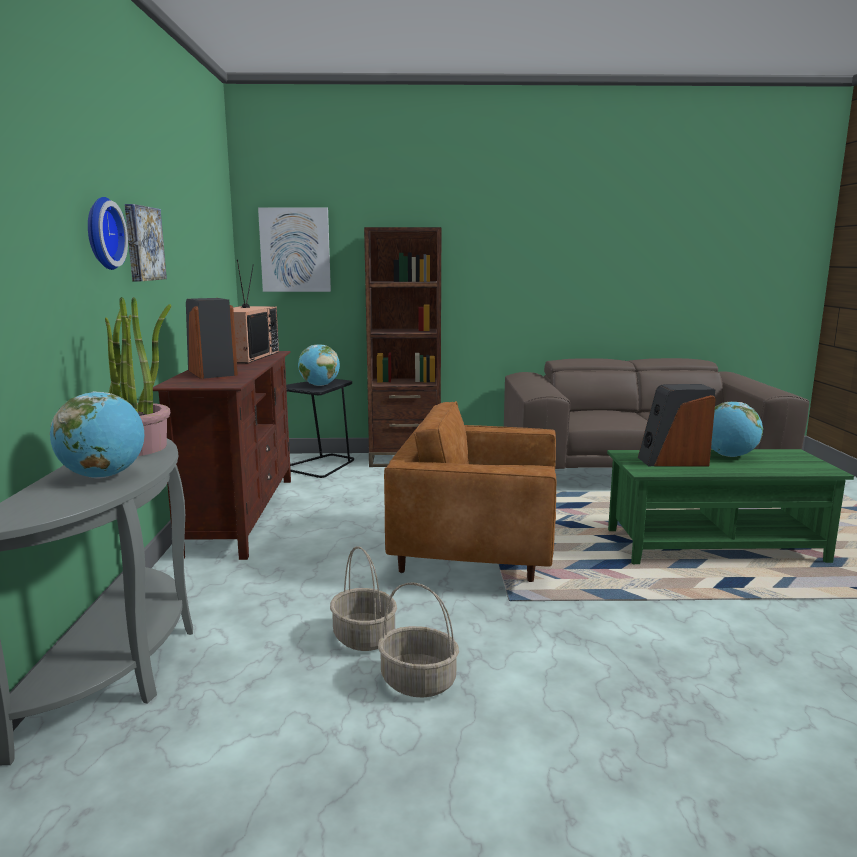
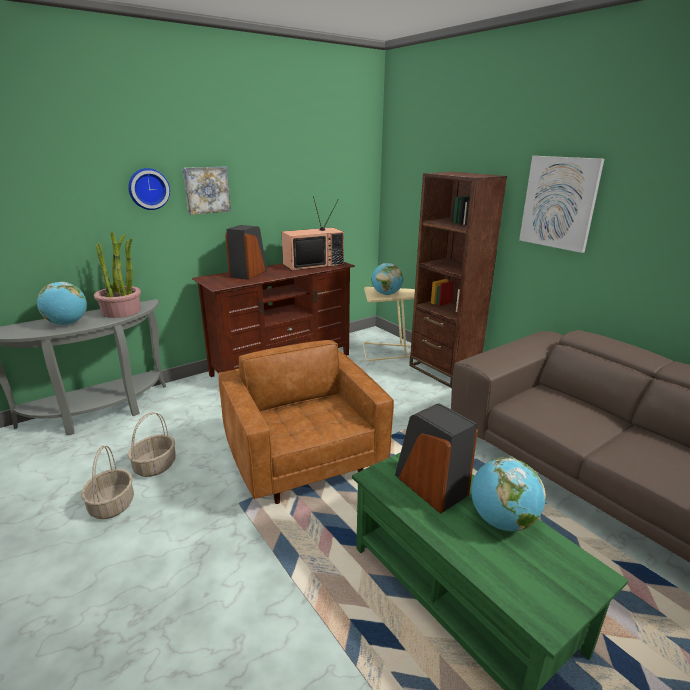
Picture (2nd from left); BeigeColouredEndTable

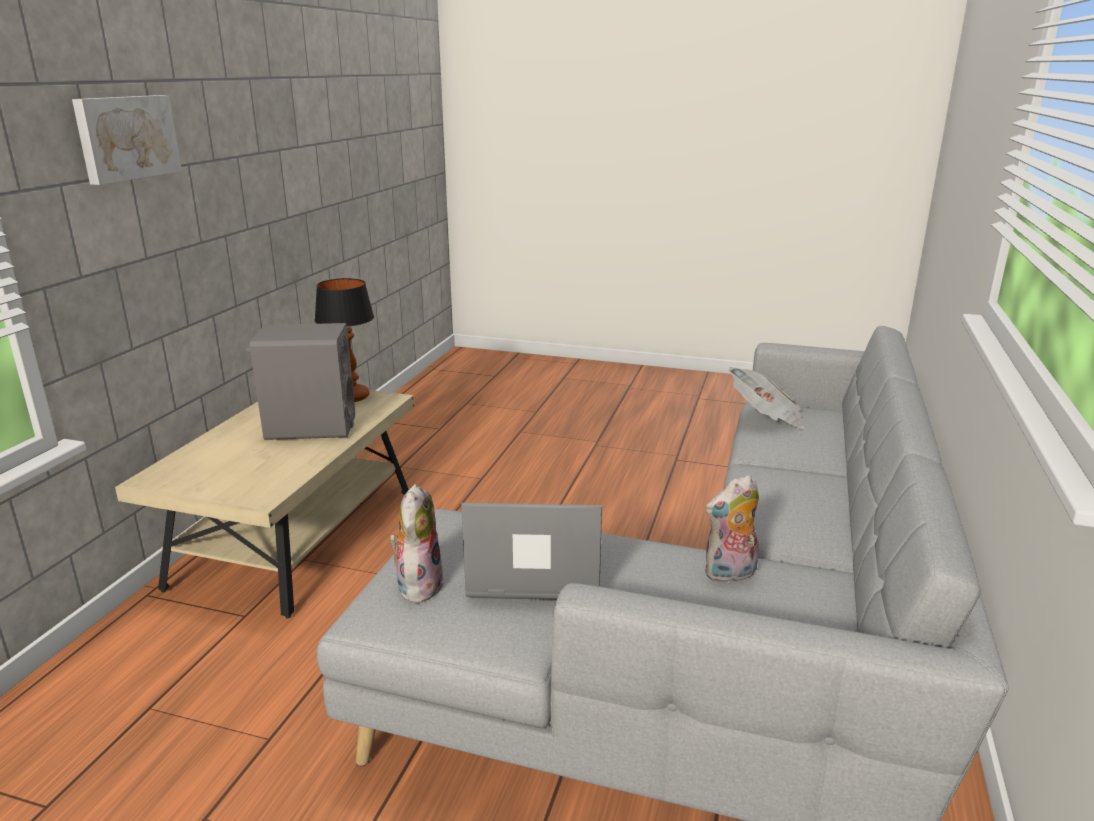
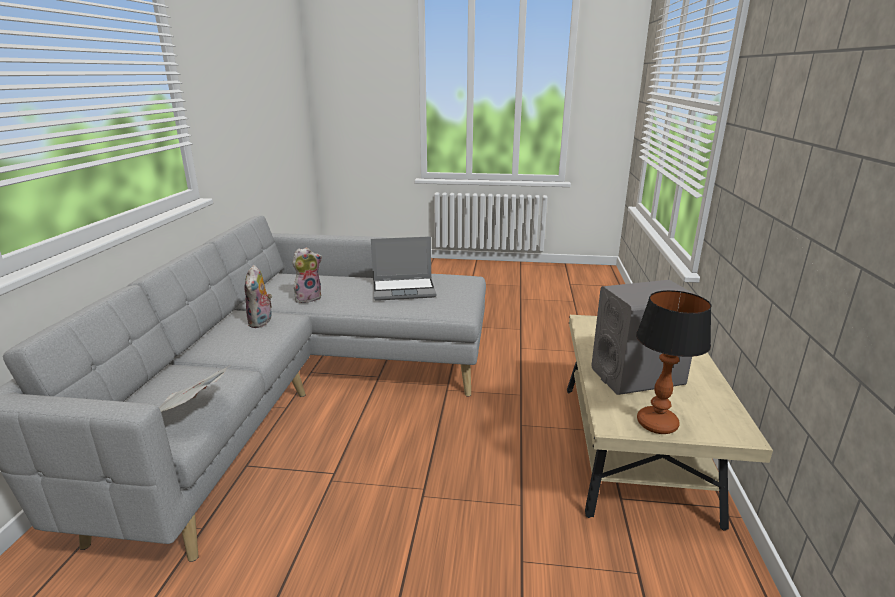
Picture; CuddlyToy (1st from left)

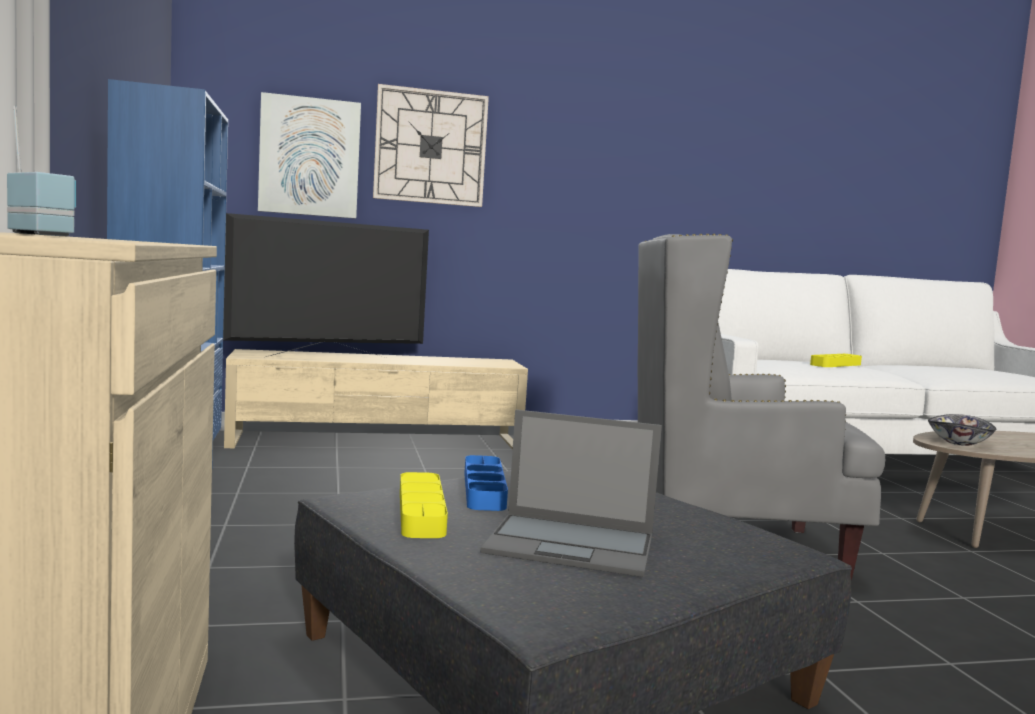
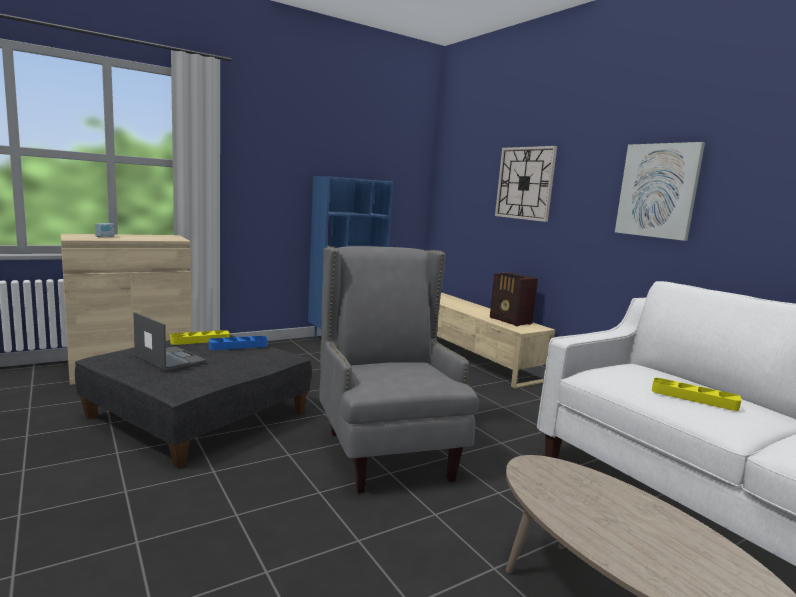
Television; Bowl; Radio (2nd from left); Picture; Laptop

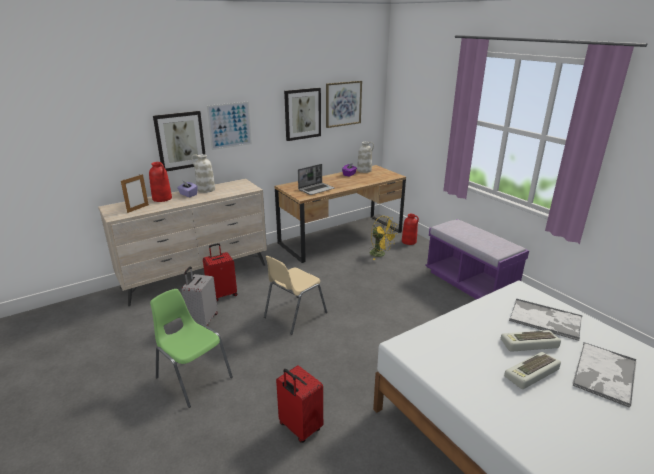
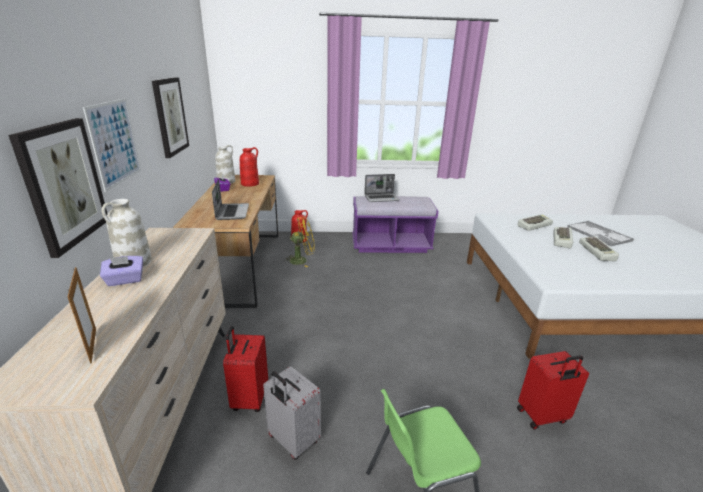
BeigeColouredPlainChair; Picture (4th from left in the first image); Laptop (2nd from left); RedColouredDecorativeVase (1st from left); PcKeyboard (1st from left)

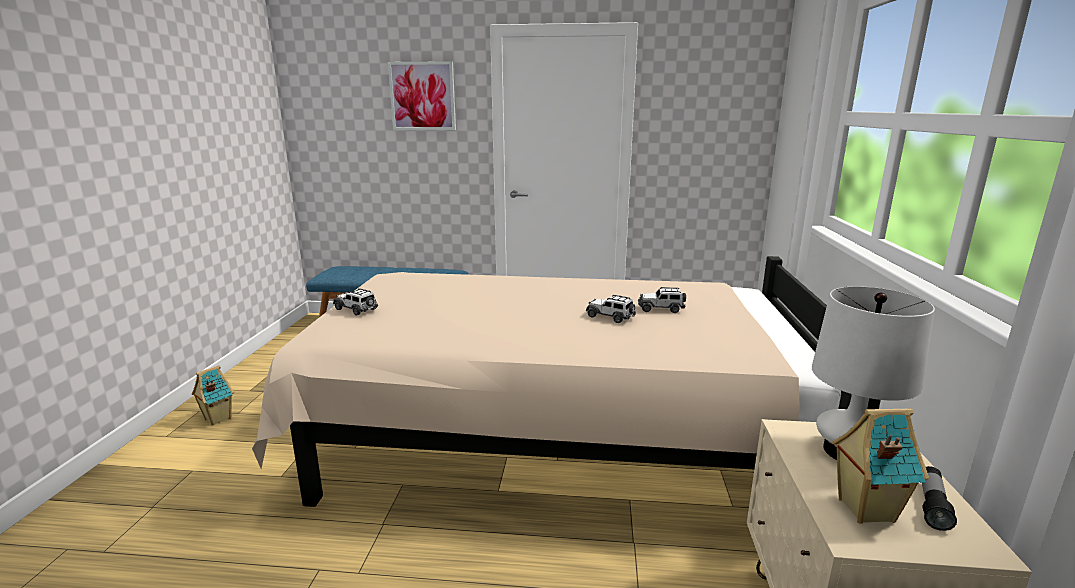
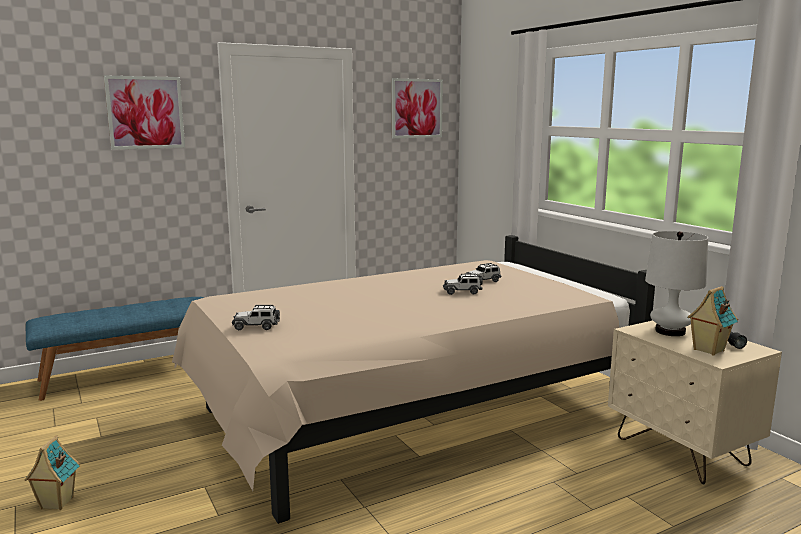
Picture (2nd from left)

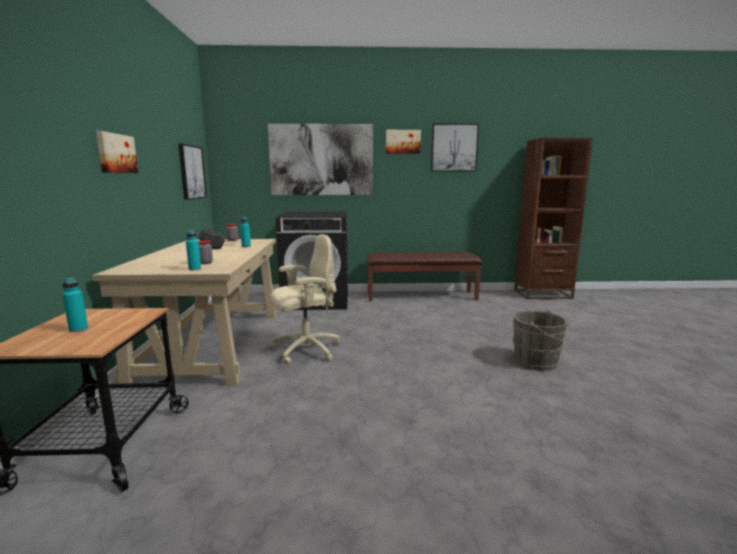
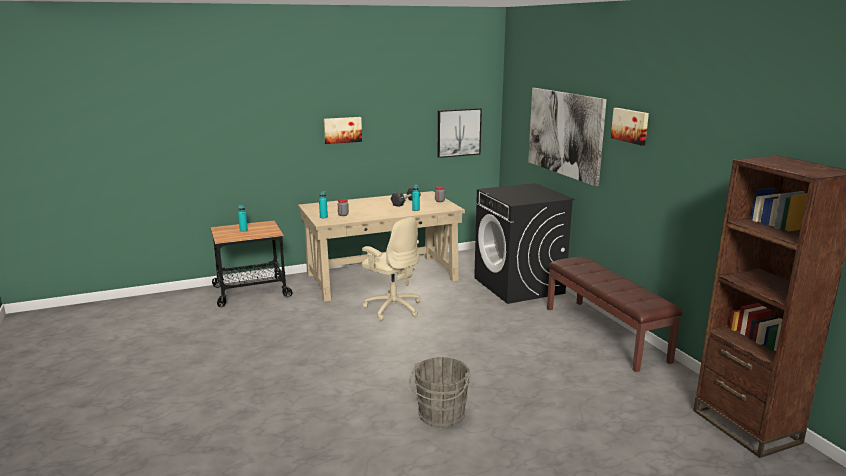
Picture (5th from left in the first image)

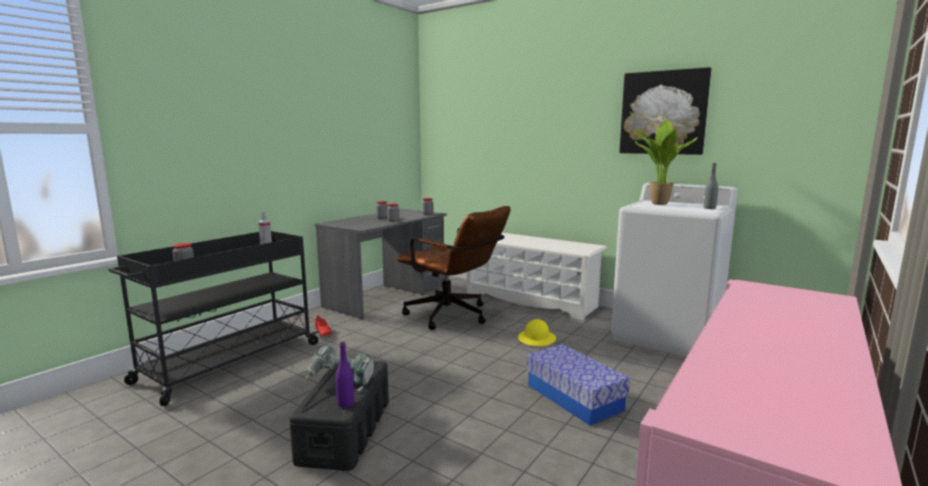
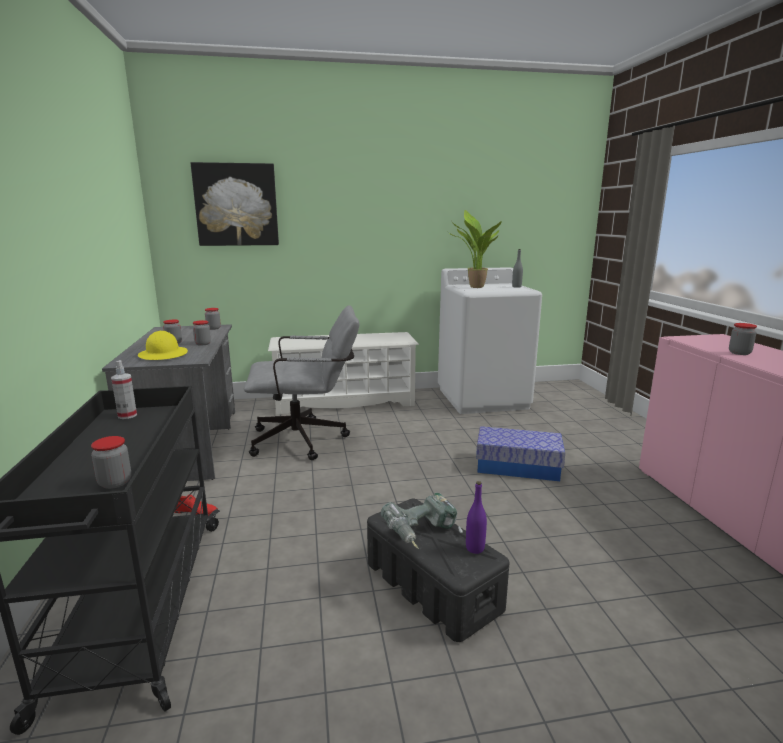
StorageJar (5th from left); YellowishSafetyHelmet; Picture; GrayDeskChair

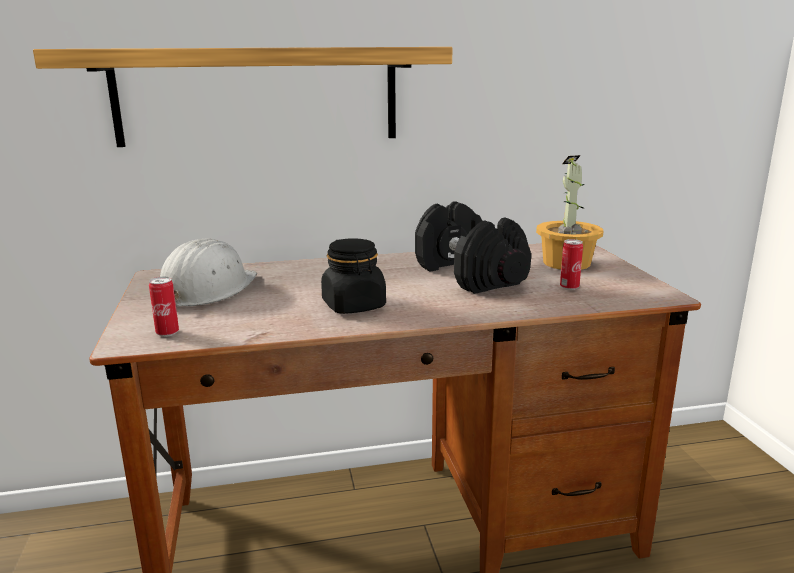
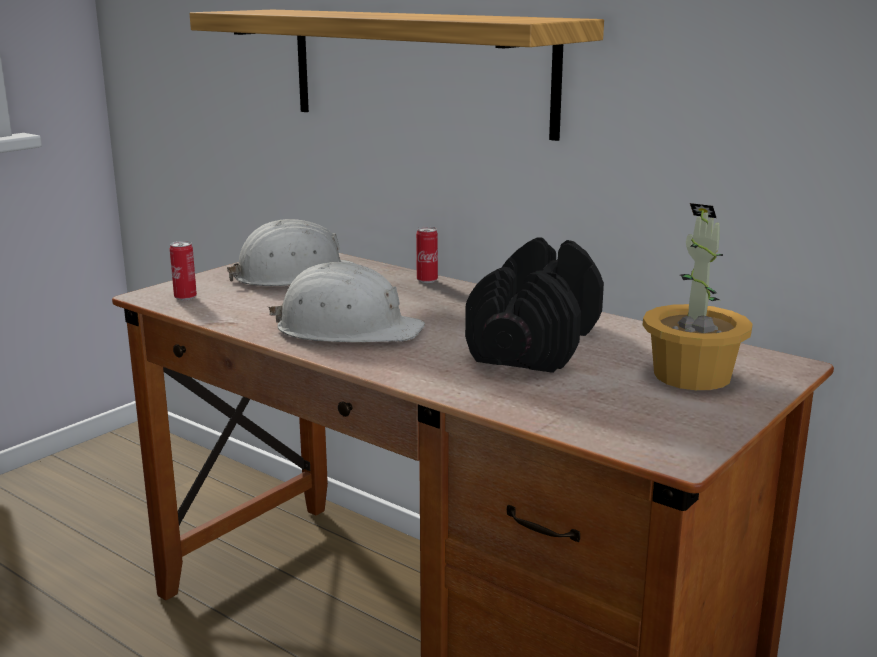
MetalCan (2nd from left); WhiteSafetyHelmet (2nd from left)

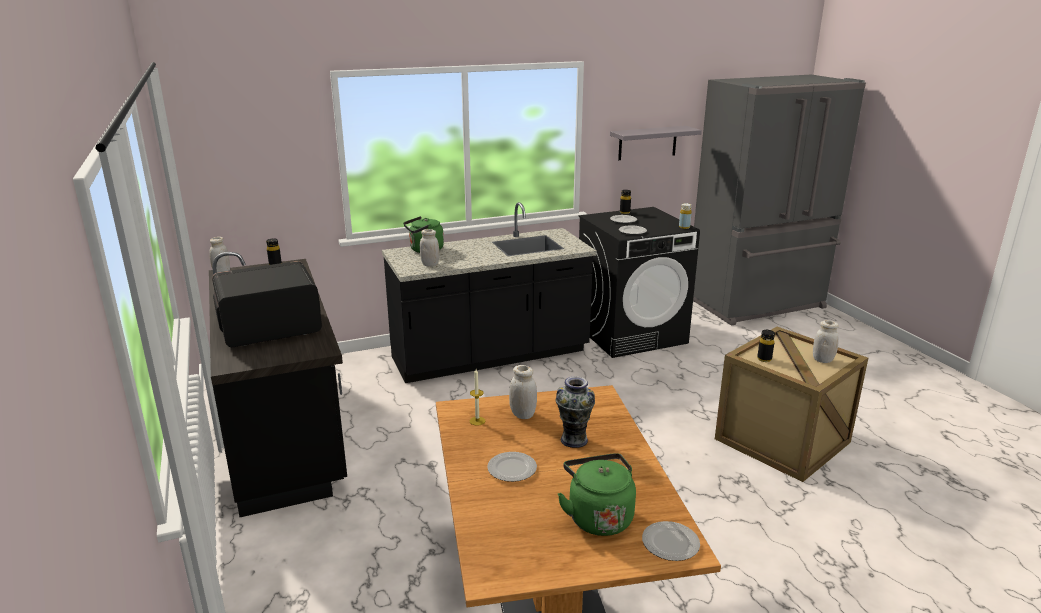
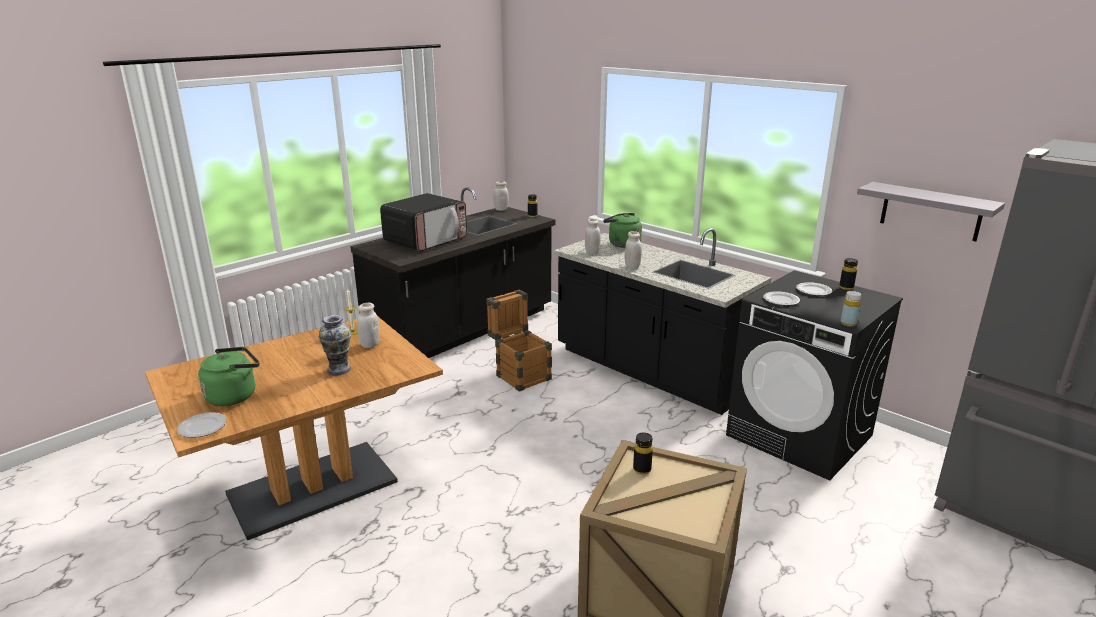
FlatDish (1st from left in the first image); PackingCrate (1st from left); WhiteStorageJar (4th from left); KitchenMicrowave

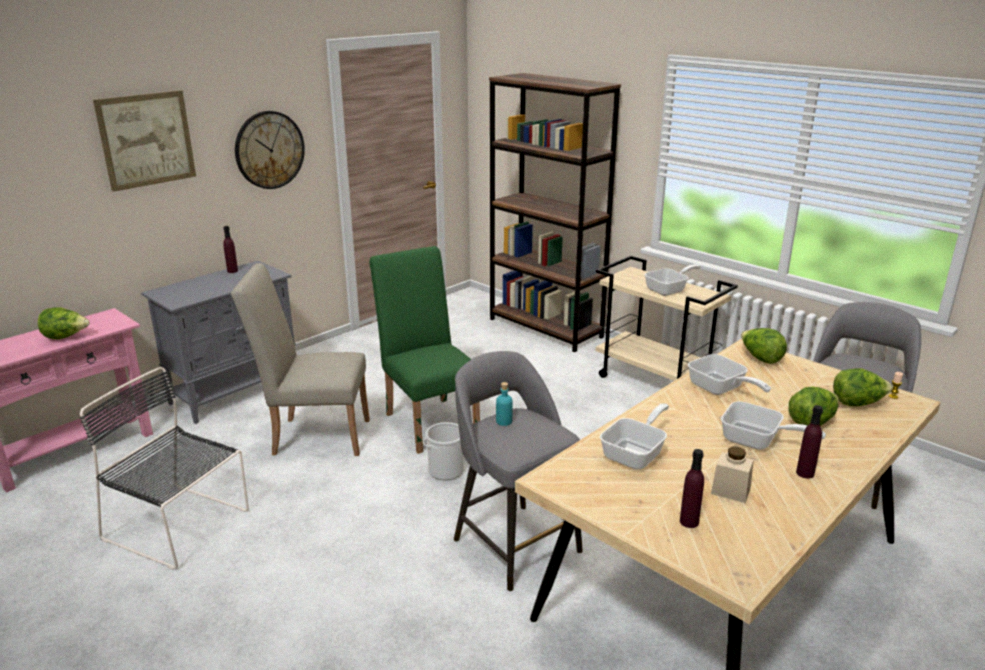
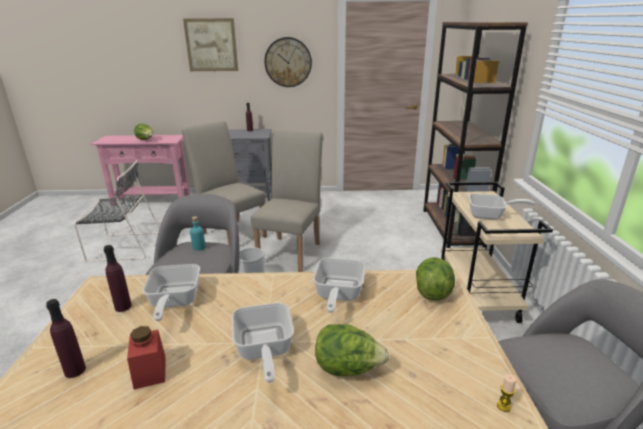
HeadOfLettuce (4th from left in the first image); PurpleColouredDrinkBottle (2nd from left); BeigeColouredPlainChair (2nd from left); RedColouredStorageJar; BlackColouredPlainChair; Skillet (1st from left)

